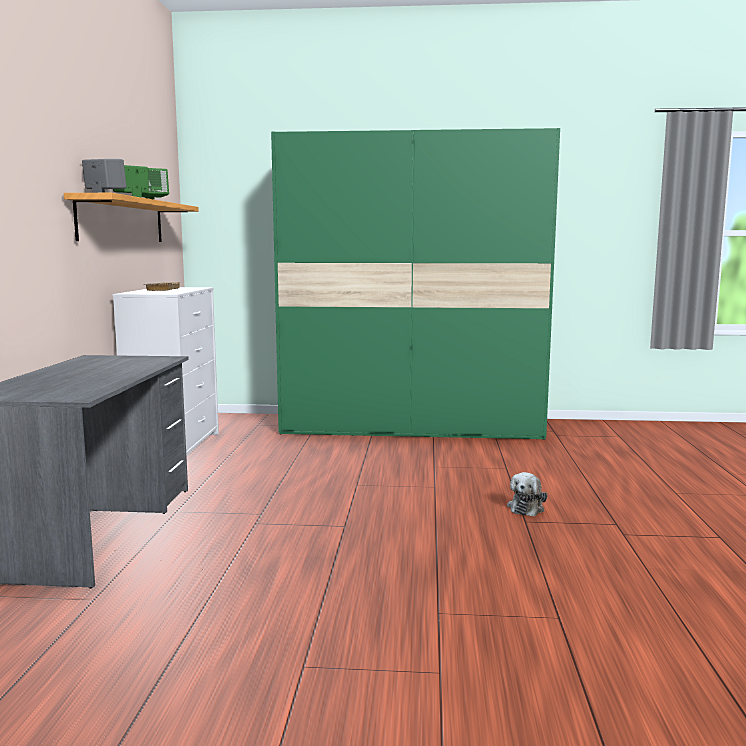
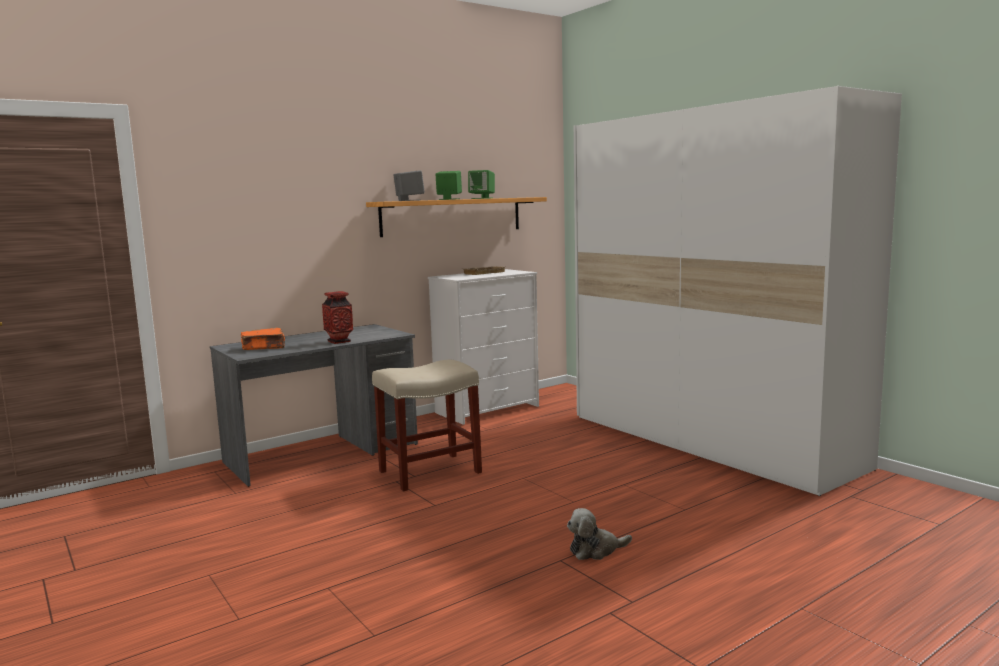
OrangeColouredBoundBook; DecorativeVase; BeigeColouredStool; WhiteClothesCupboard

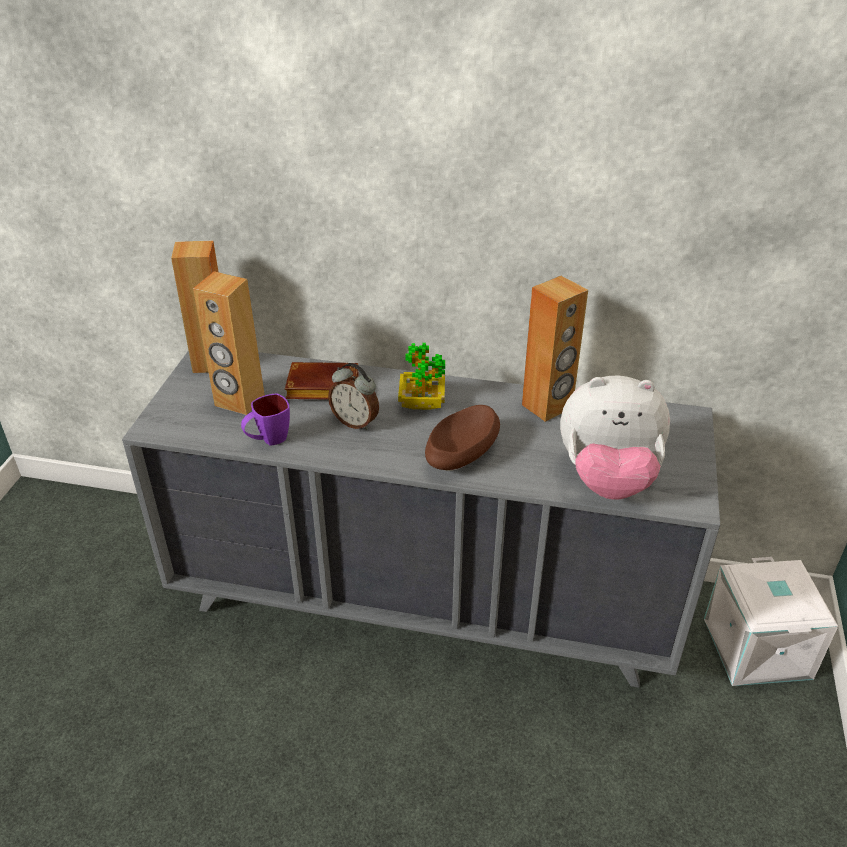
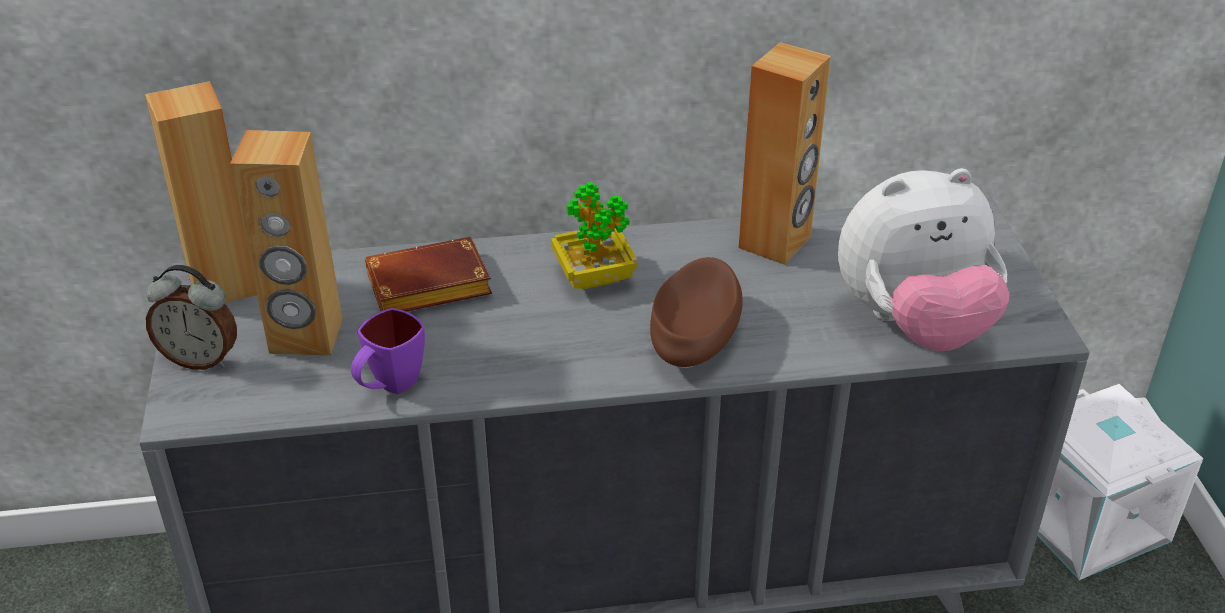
BedsideClock

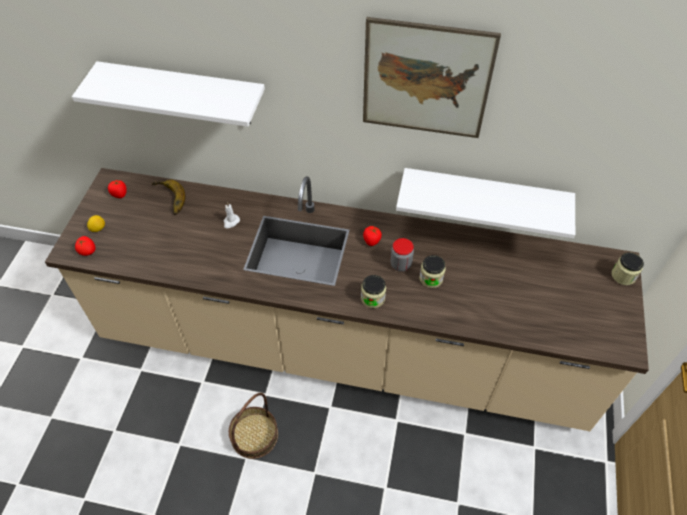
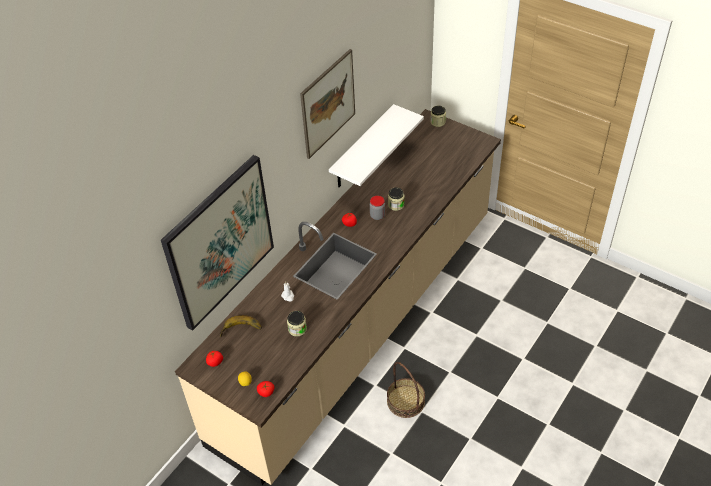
StorageJar (1st from left); Picture (1st from left)

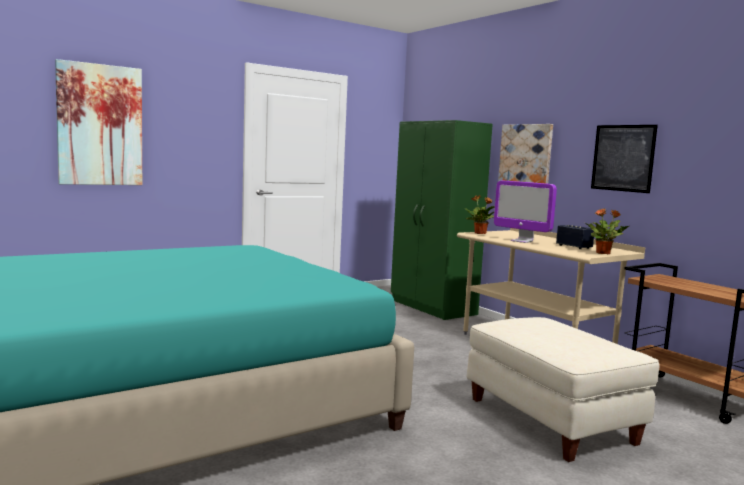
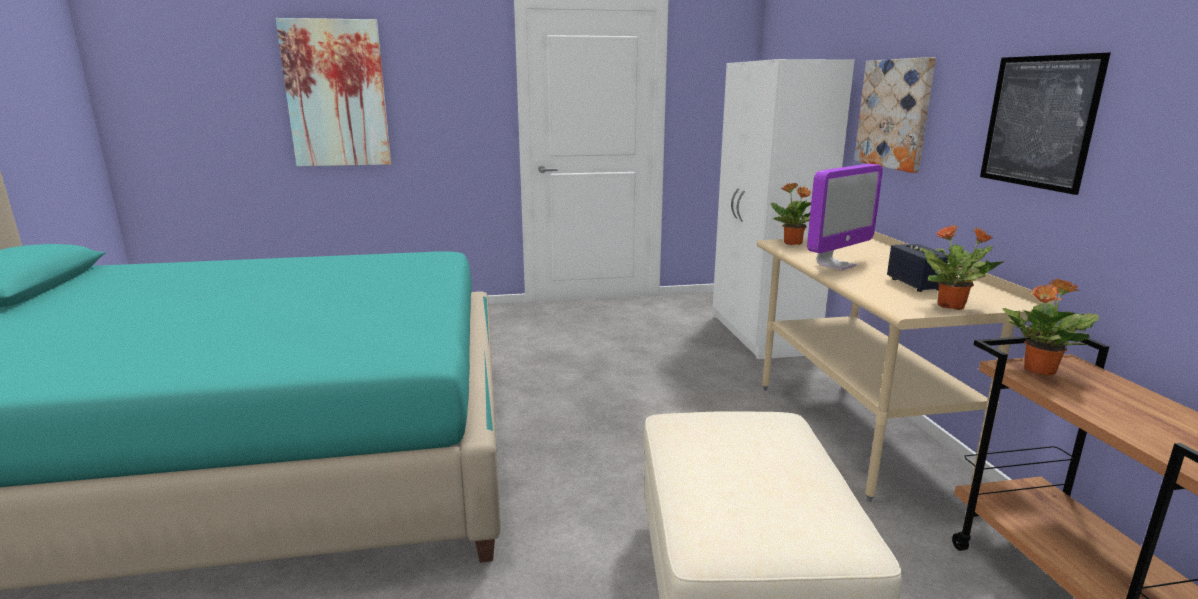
PlantInAPot (3rd from left); WhiteClothesCupboard; ComputerScreen

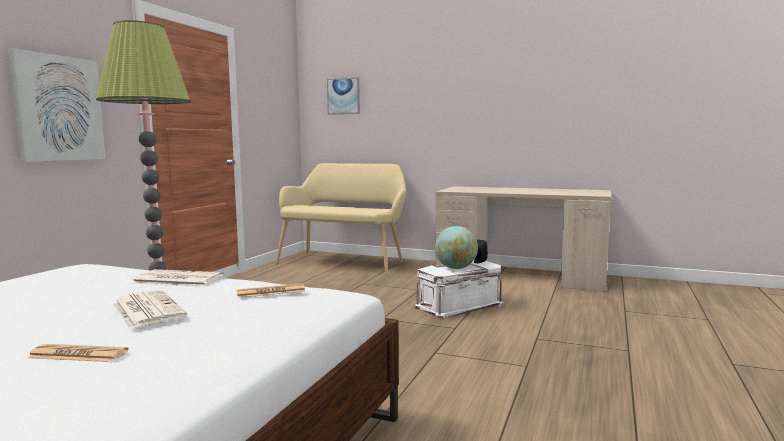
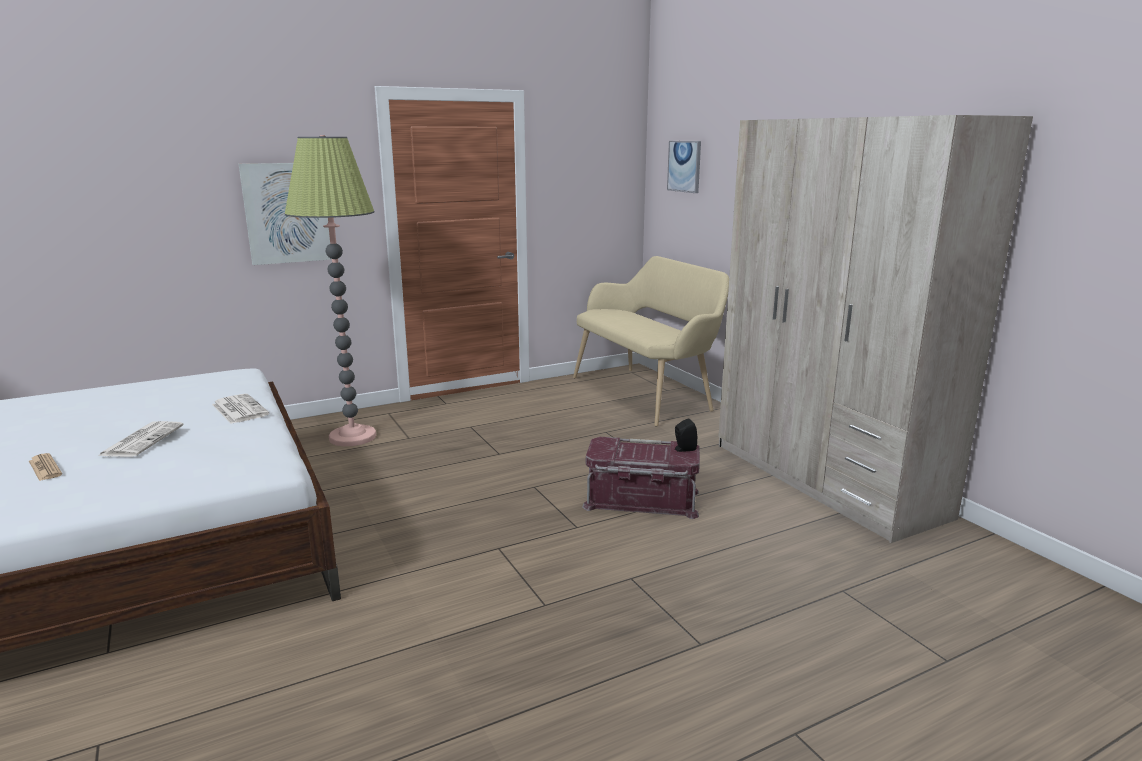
Newspaper (4th from left in the first image); Globe; BeigeColouredClothesCupboard; RedColouredStorageBox

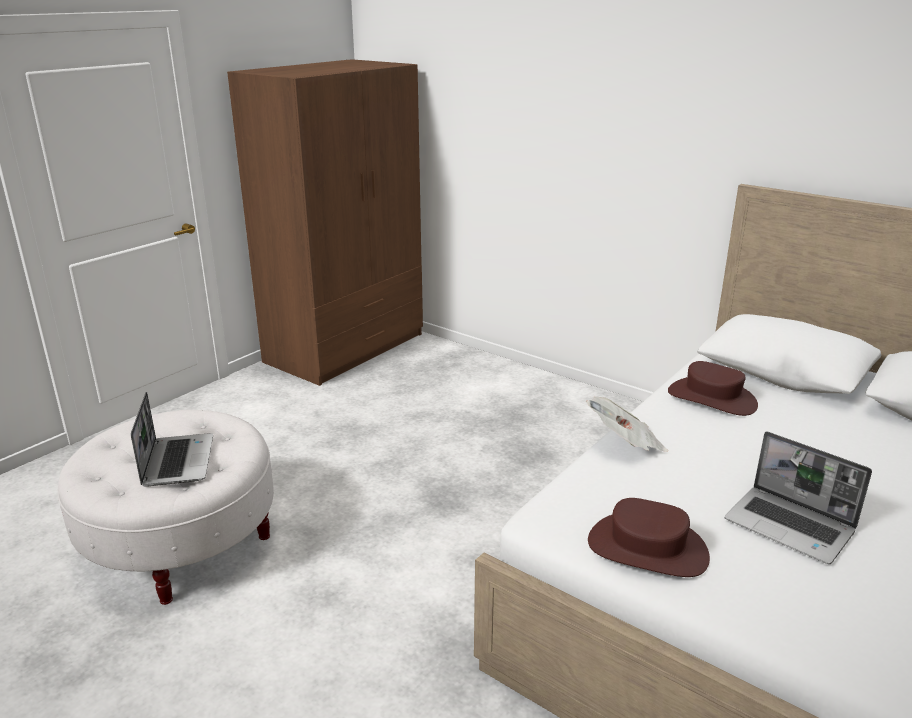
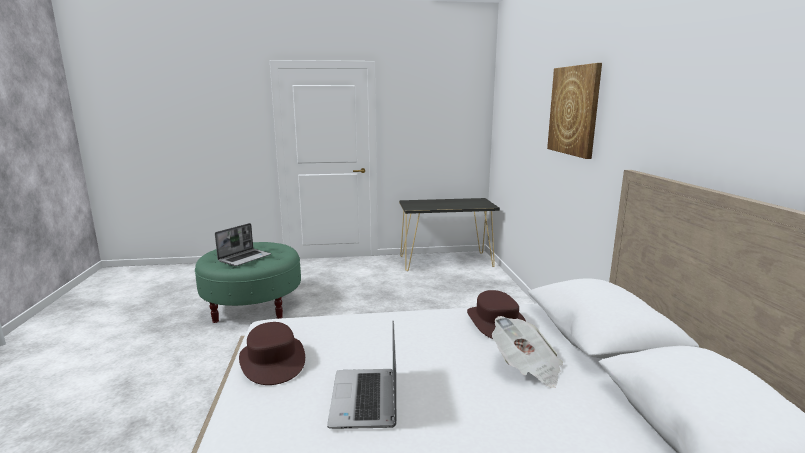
Picture; Newspaper; BlackColouredNarrowTable; GreenFootrest

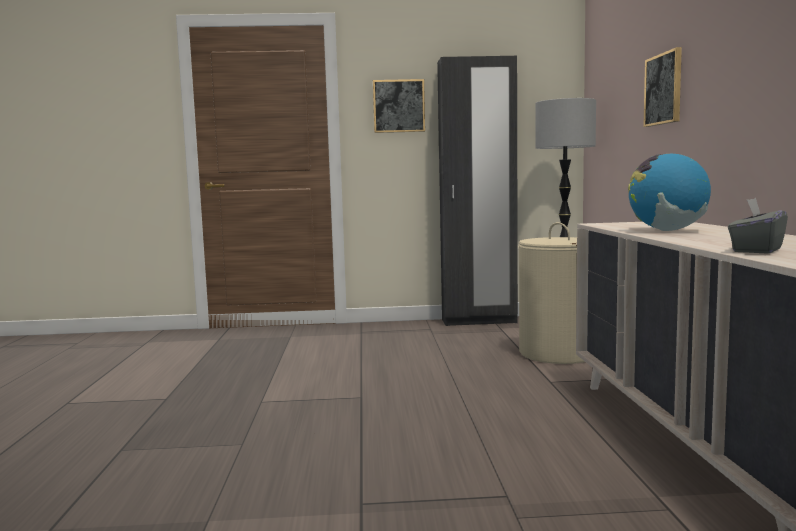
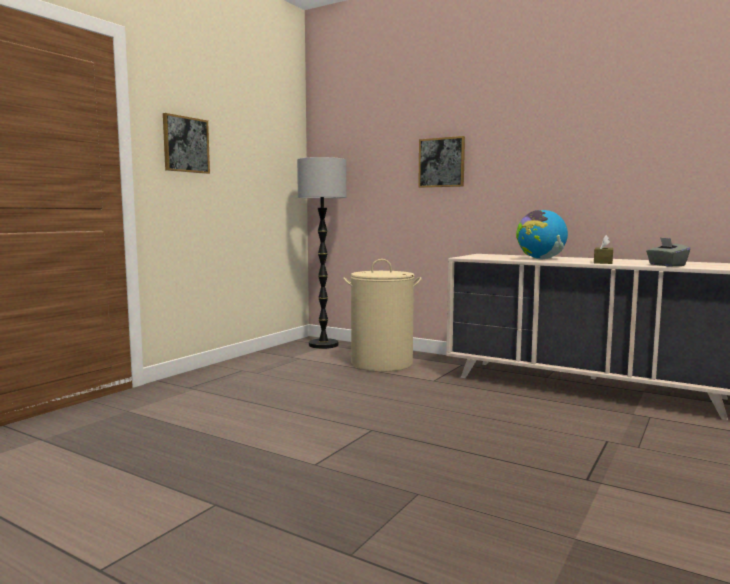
BlackColouredClothesCupboard; BrownishTissueHolder

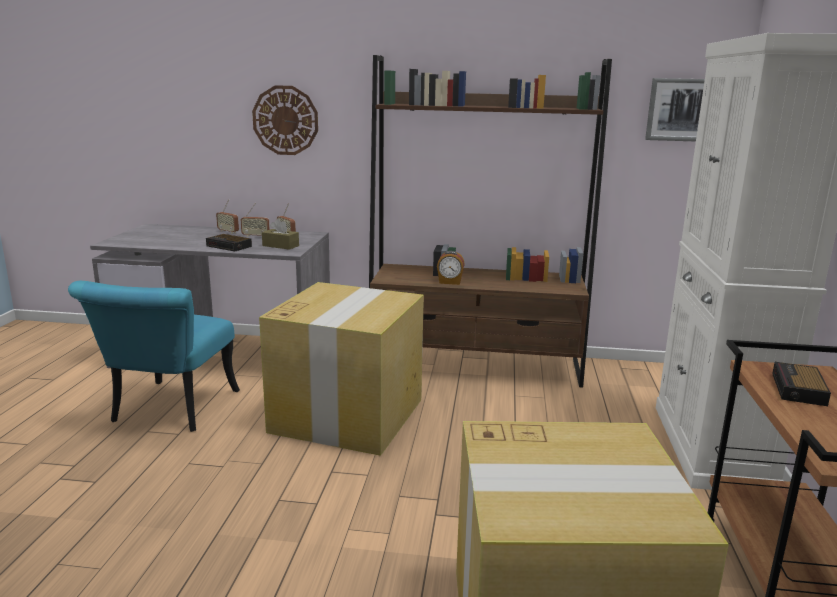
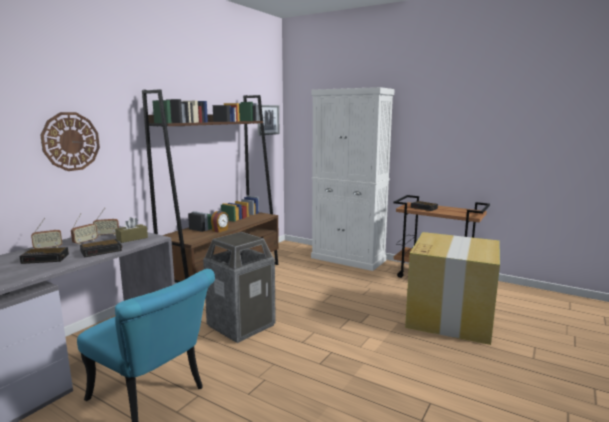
BedsideClock (1st from left); WasteBin

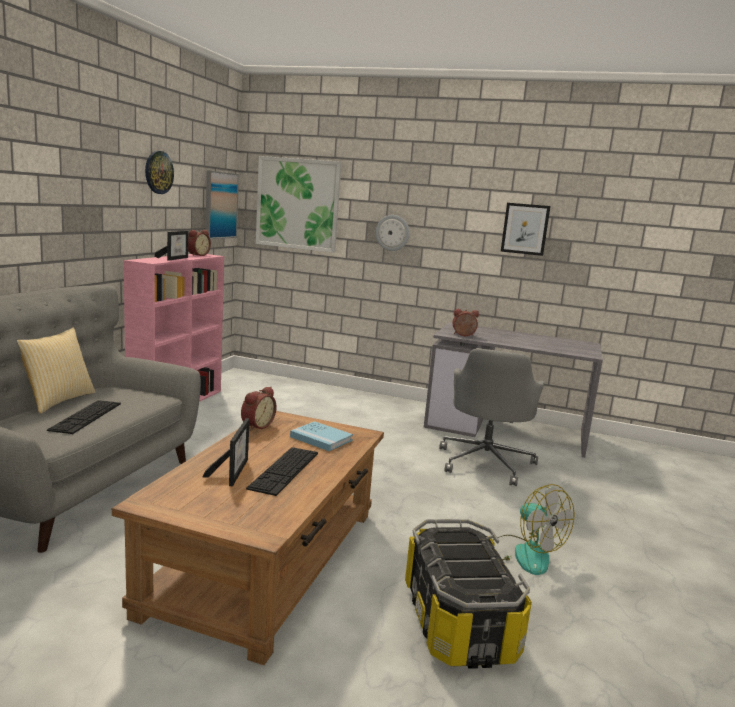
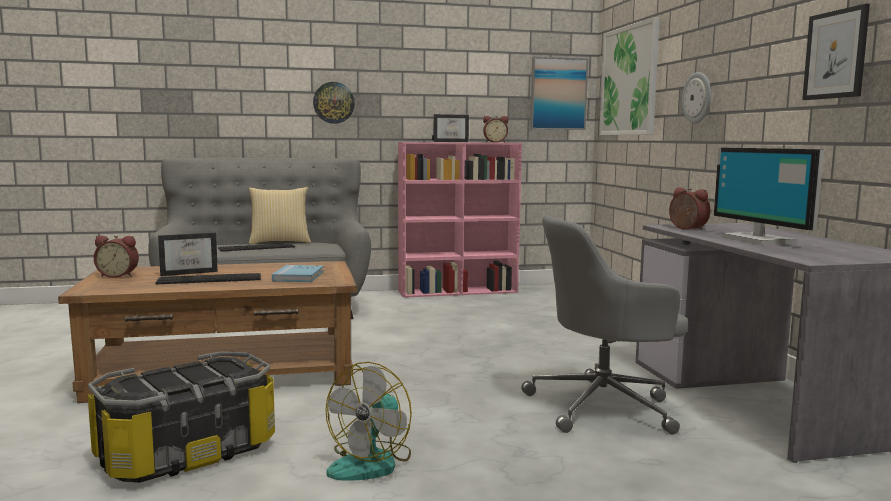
ComputerScreen; HangingClock (1st from left); BedsideClock (1st from left)

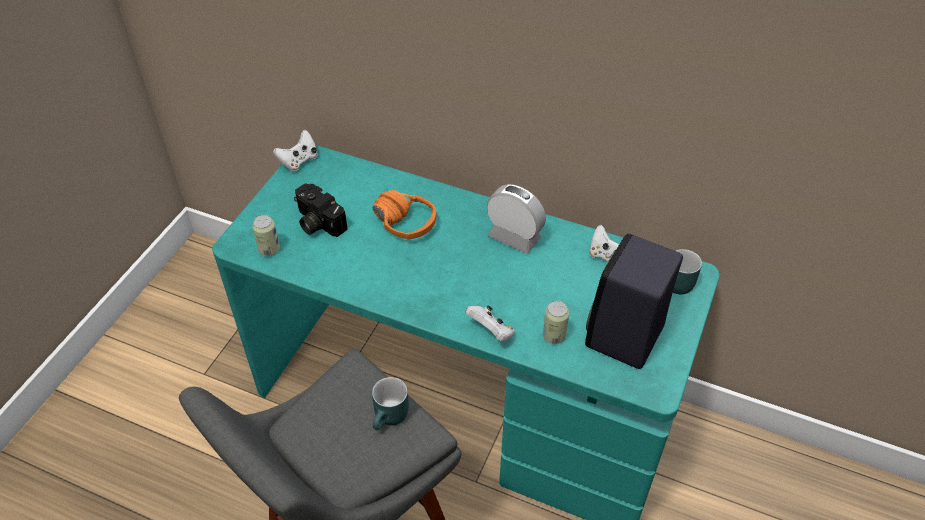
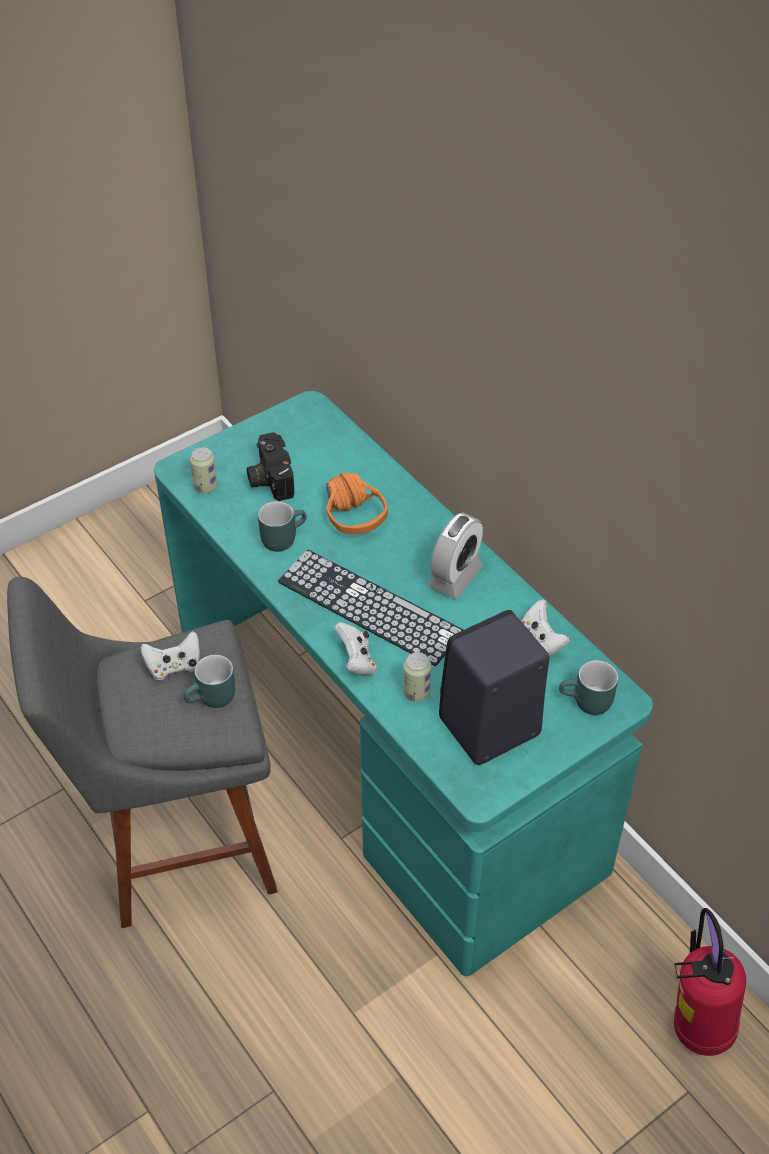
TurquoiseCoffeeMug (2nd from left); PcKeyboard; FireFightingCylinder; WhiteJoypad (1st from left); BedsideClock

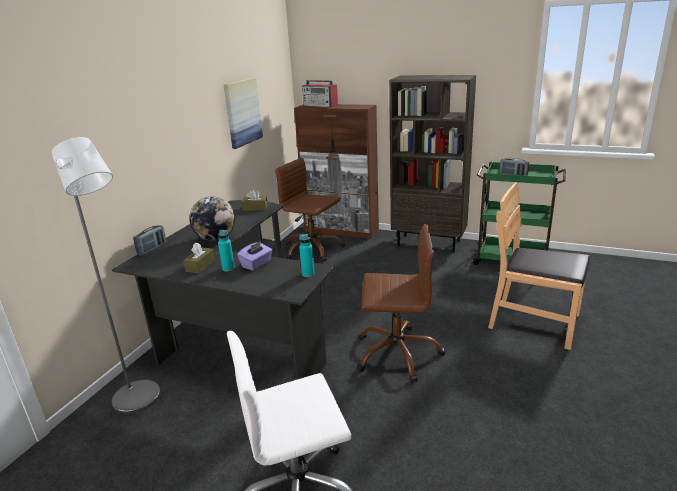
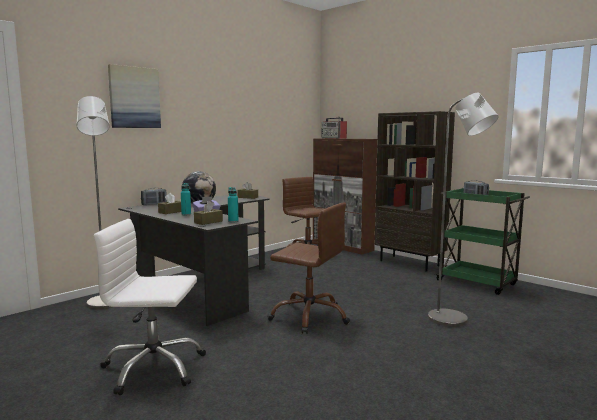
BrownishTissueHolder (2nd from left); Picture; GrayFloorLamp (2nd from left)

